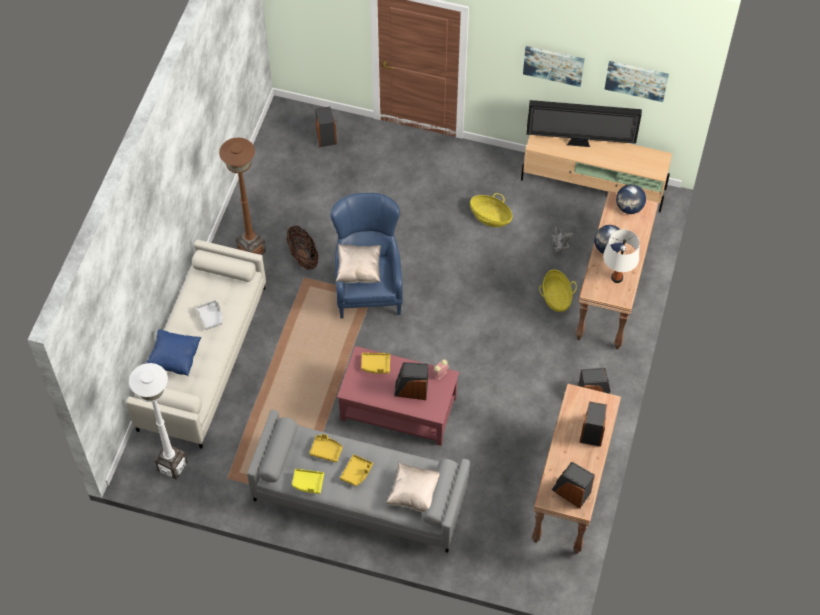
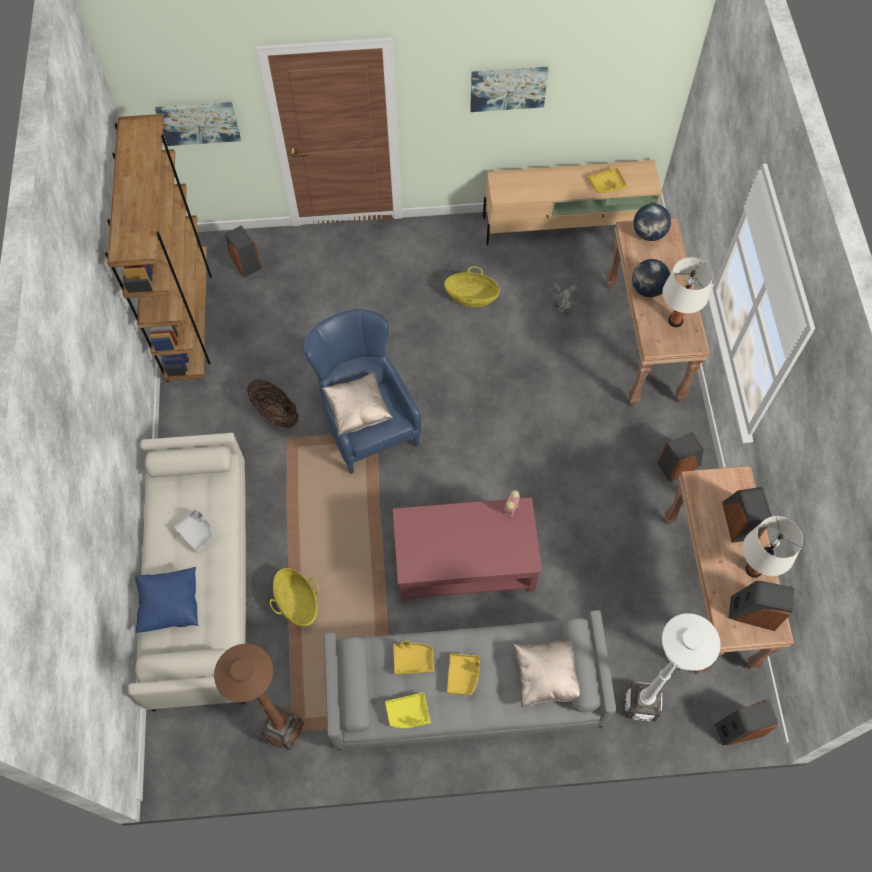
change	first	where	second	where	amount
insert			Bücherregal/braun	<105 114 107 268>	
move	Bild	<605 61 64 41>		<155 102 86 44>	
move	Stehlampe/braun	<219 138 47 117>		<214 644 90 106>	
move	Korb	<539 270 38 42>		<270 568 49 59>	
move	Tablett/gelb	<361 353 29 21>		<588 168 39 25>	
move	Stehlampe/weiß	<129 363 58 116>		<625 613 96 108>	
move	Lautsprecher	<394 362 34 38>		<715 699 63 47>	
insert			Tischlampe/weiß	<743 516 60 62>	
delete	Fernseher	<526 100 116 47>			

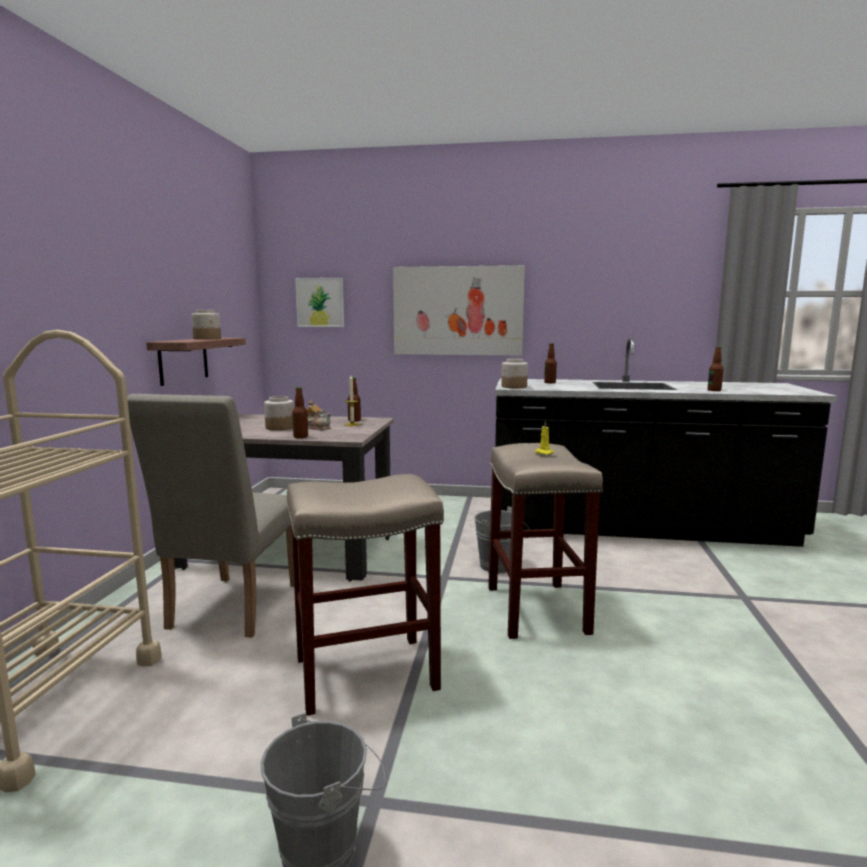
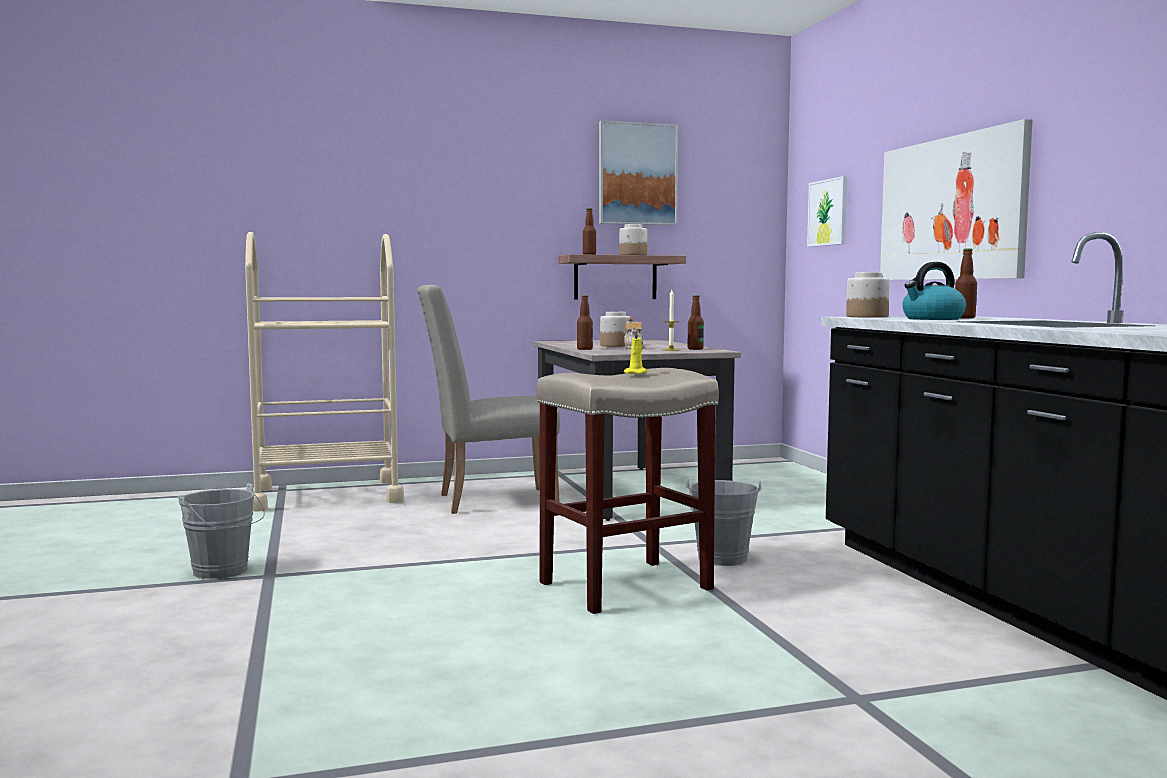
change	first	where	second	where	amount
move	Flasche	<708 346 15 45>		<583 208 13 47>	
insert			Bild	<599 121 79 104>	
insert			Wasserkessel	<902 262 64 58>	
delete	Hocker/beige	<287 474 157 242>			

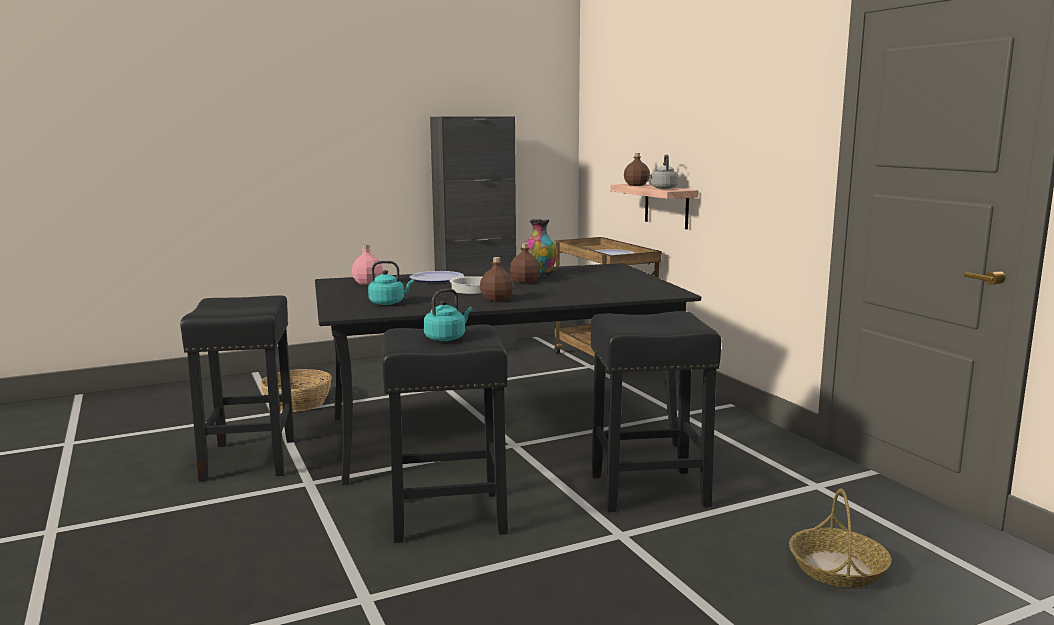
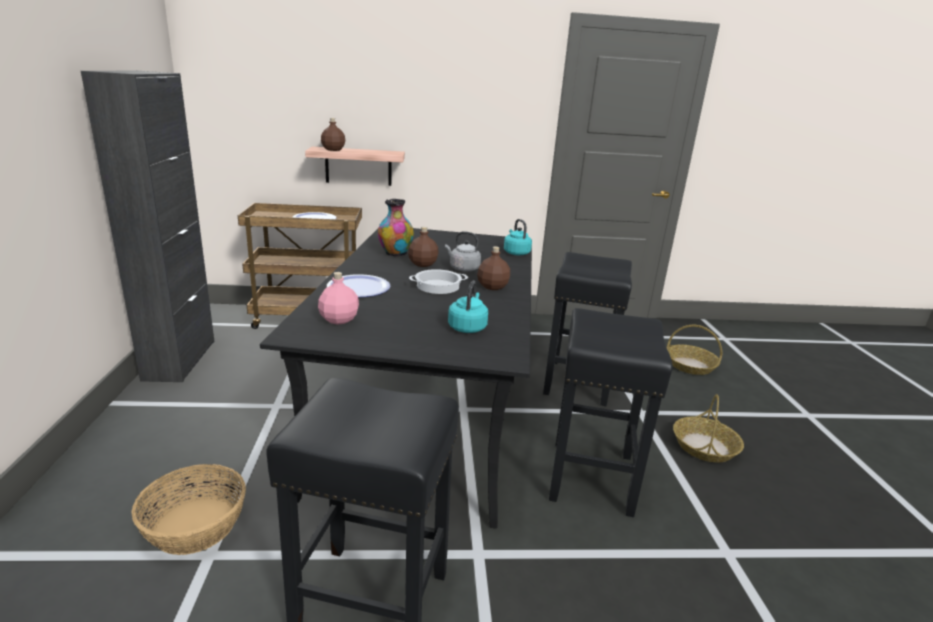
change	first	where	second	where	amount
move	Wasserkessel/grau	<651 155 27 34>		<445 231 36 41>	
move	Wasserkessel/türkis	<424 289 48 52>		<504 219 28 36>	
insert			Korb	<673 394 71 68>	

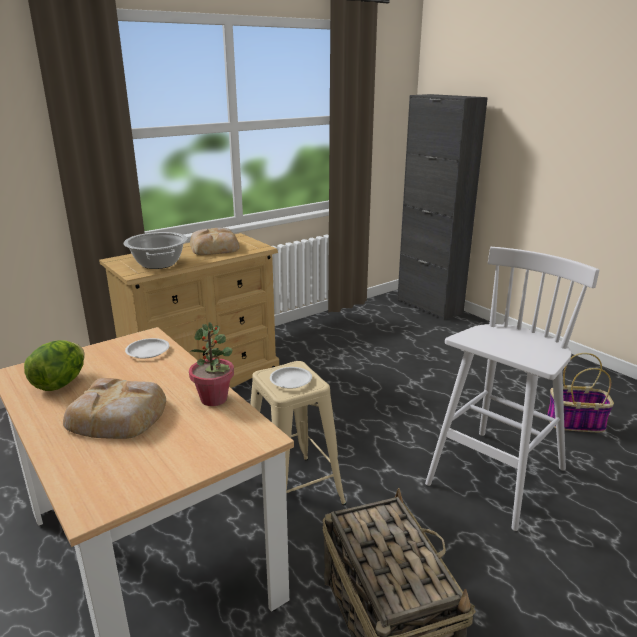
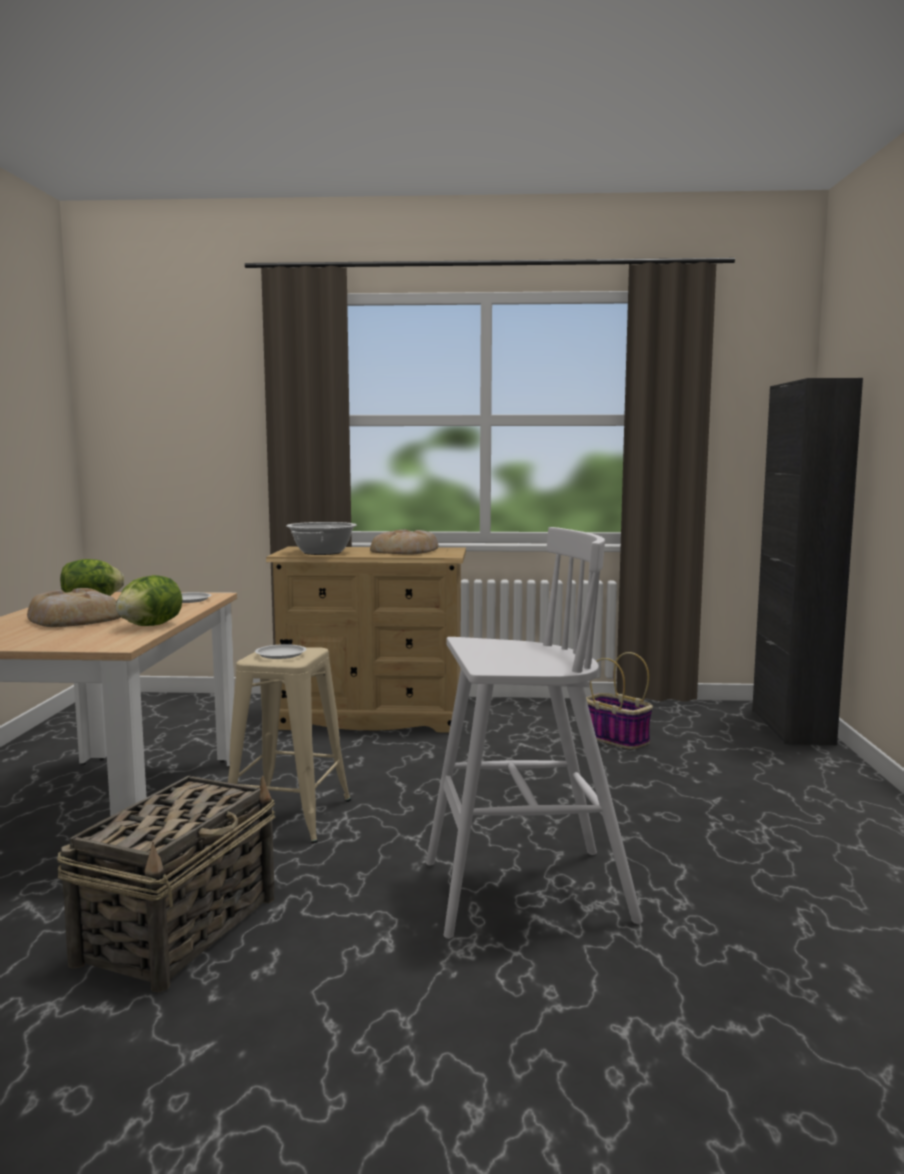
change	first	where	second	where	amount
replace	Topfpflanze	<189 322 45 84>	Salatkopf	<116 575 66 51>	
move	Korb	<547 353 67 79>		<586 652 67 97>	

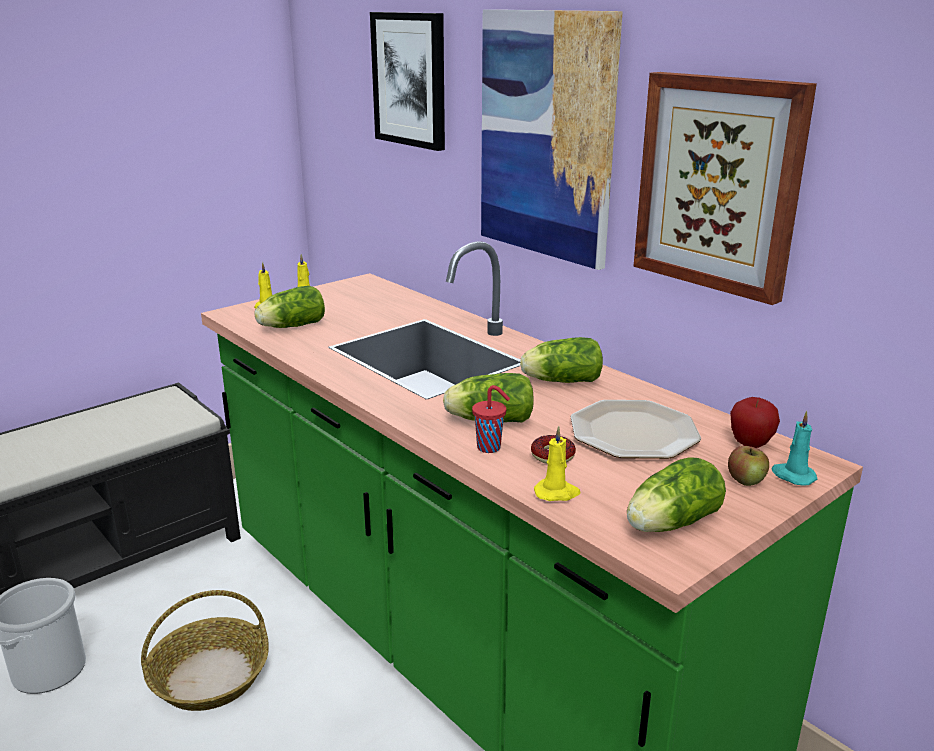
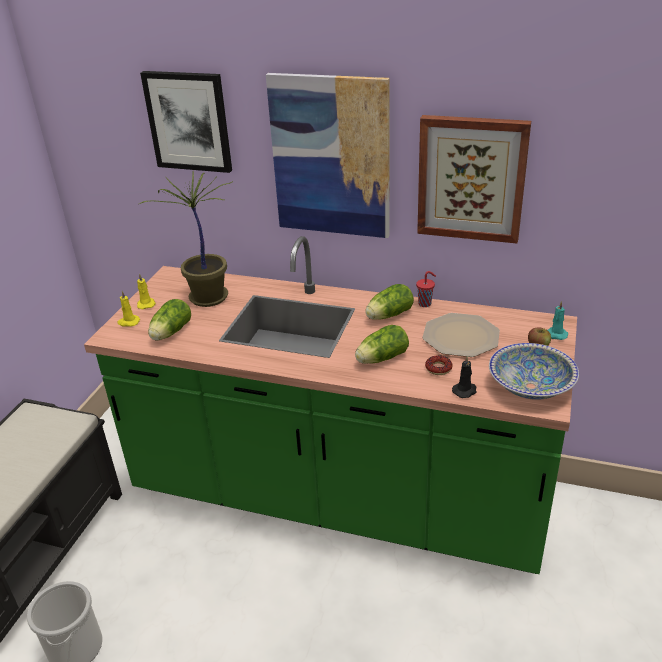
change	first	where	second	where	amount
insert			Topfpflanze	<139 171 94 136>	
move	Tasse/rot	<472 385 38 68>		<416 271 20 36>	
recolor	Kerze/gelb	<534 426 46 75>	Kerze/schwarz	<452 356 25 42>	
replace	Salatkopf	<627 457 99 75>	Schüssel	<489 343 90 57>	
delete	Korb	<141 590 128 121>			
delete	Apfel	<730 397 50 51>			

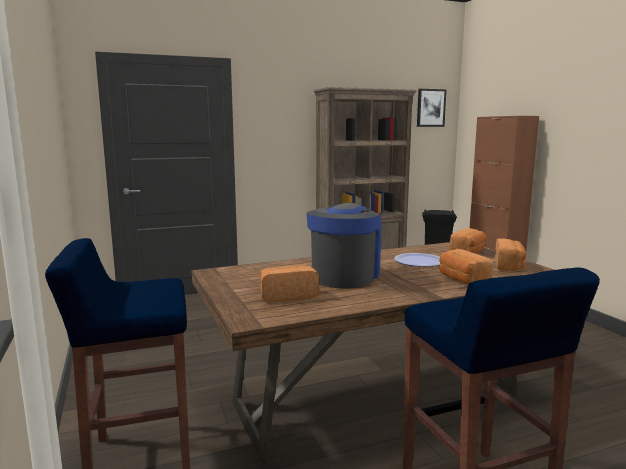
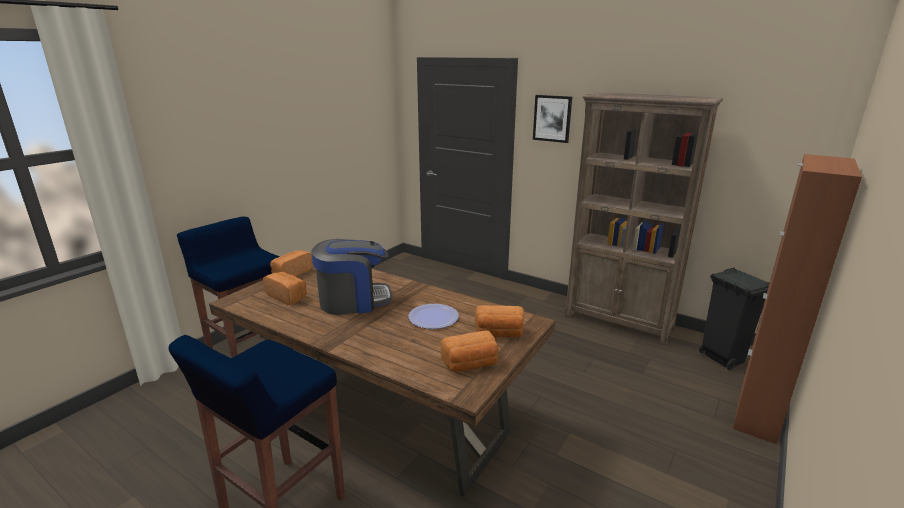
change	first	where	second	where	amount
move	Brot	<439 249 54 36>		<270 250 43 26>	
move	Bild	<417 89 30 38>		<533 95 39 48>	

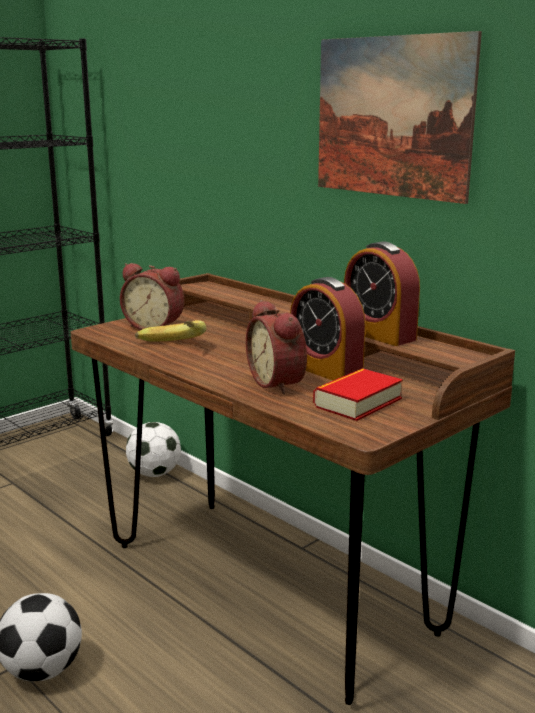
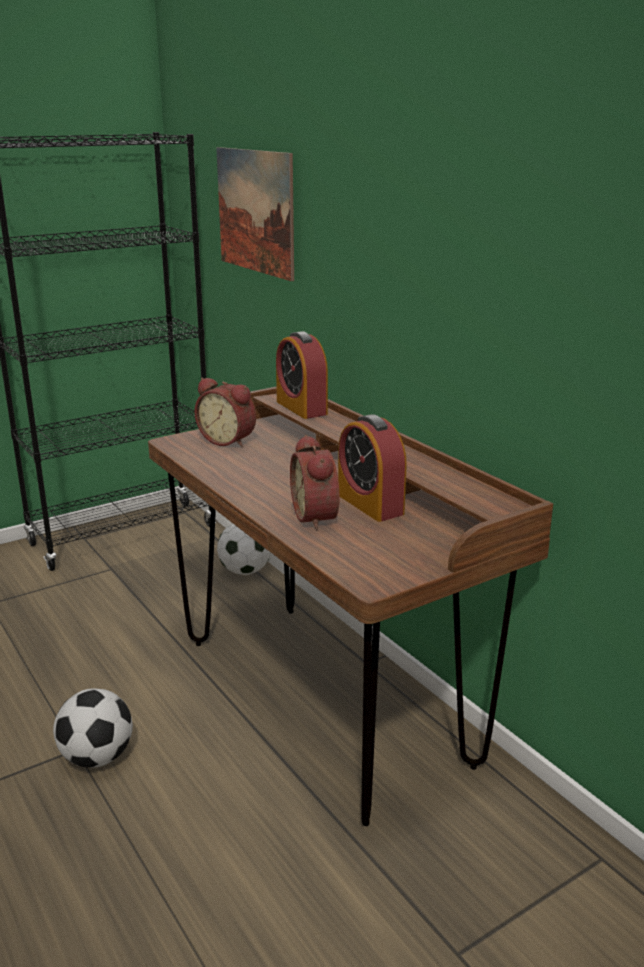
change	first	where	second	where	amount
move	Bild	<318 31 164 173>		<216 147 78 134>	
move	Wecker	<344 241 76 105>		<276 331 52 88>	
delete	Banane	<135 320 71 21>			
delete	Buch	<313 368 90 53>			

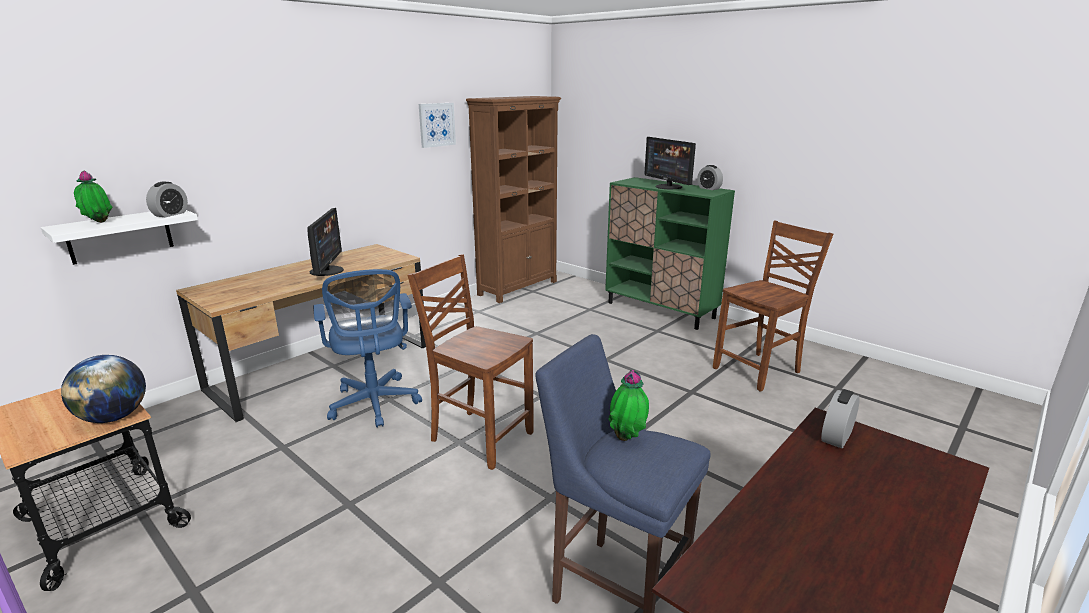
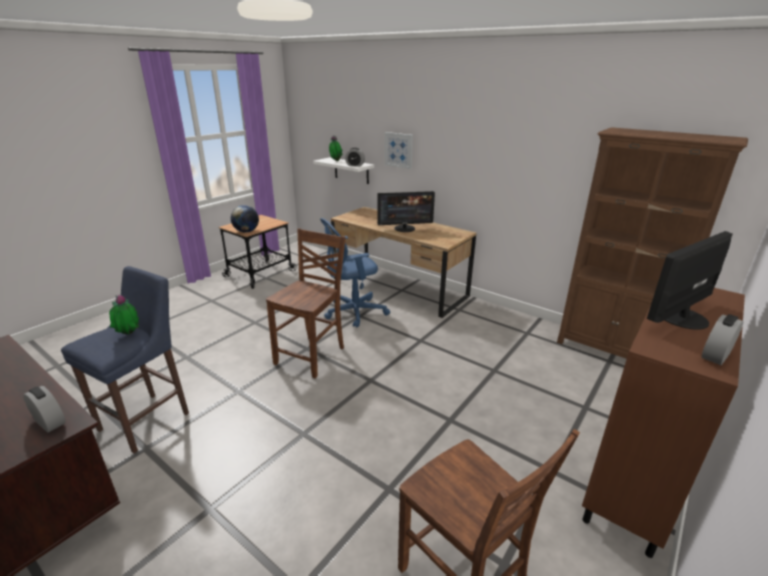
change	first	where	second	where	amount
move	Bild	<419 103 37 45>		<384 132 29 37>	
recolor	Schrank/grün	<605 177 130 153>	Schrank/braun	<582 288 163 270>	

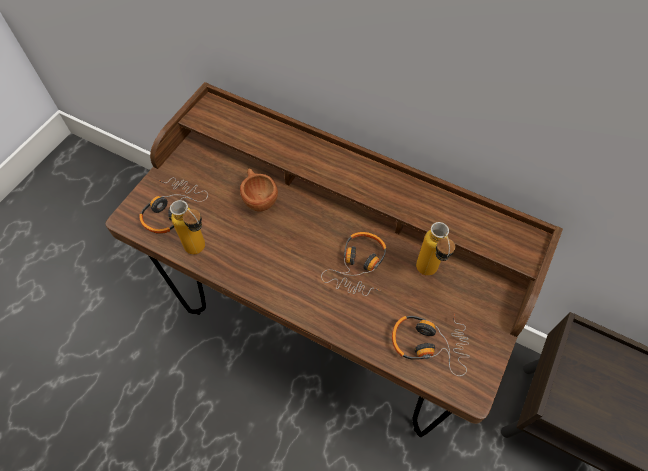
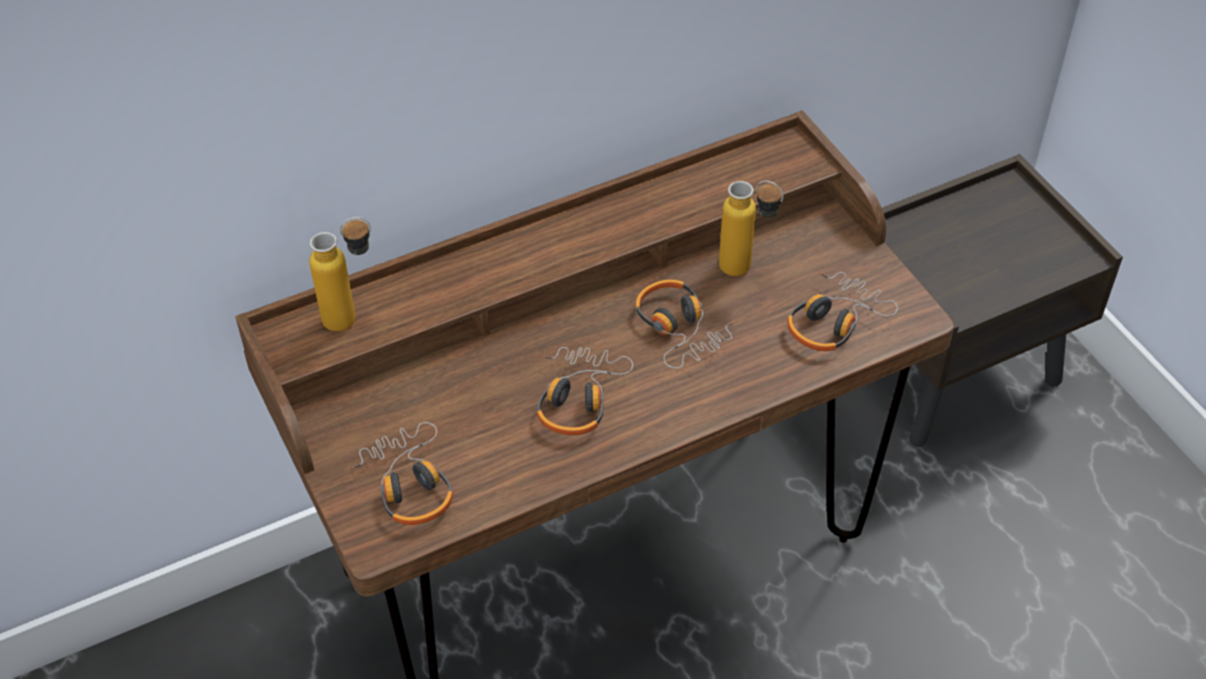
change	first	where	second	where	amount
move	Flasche	<170 200 35 55>		<309 217 62 115>	
insert			Kopfhörer	<537 347 96 88>	
delete	Tasse/braun	<240 168 38 44>			

